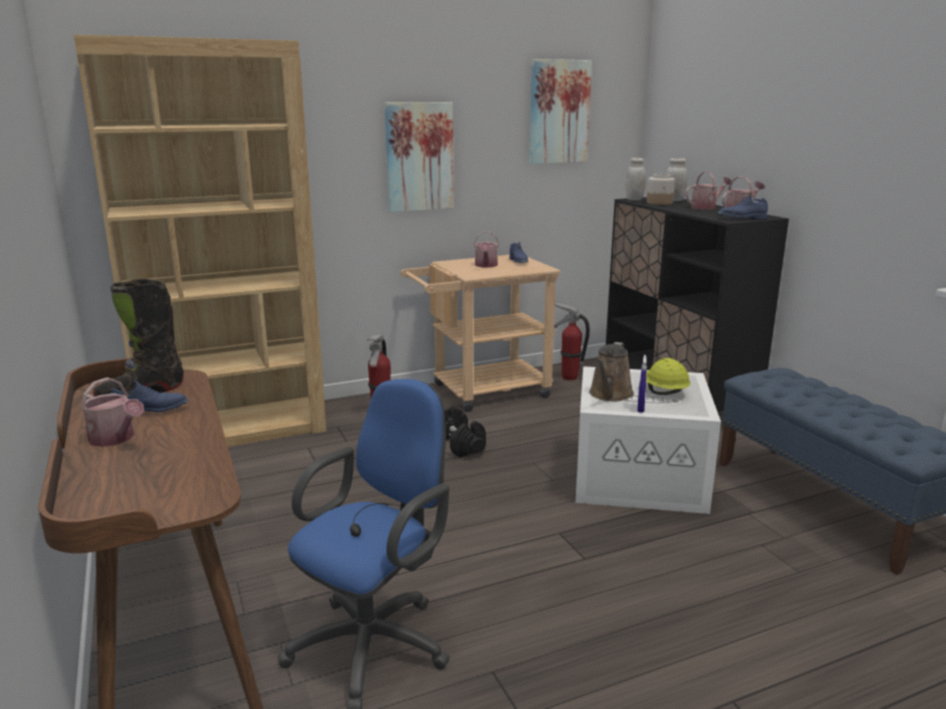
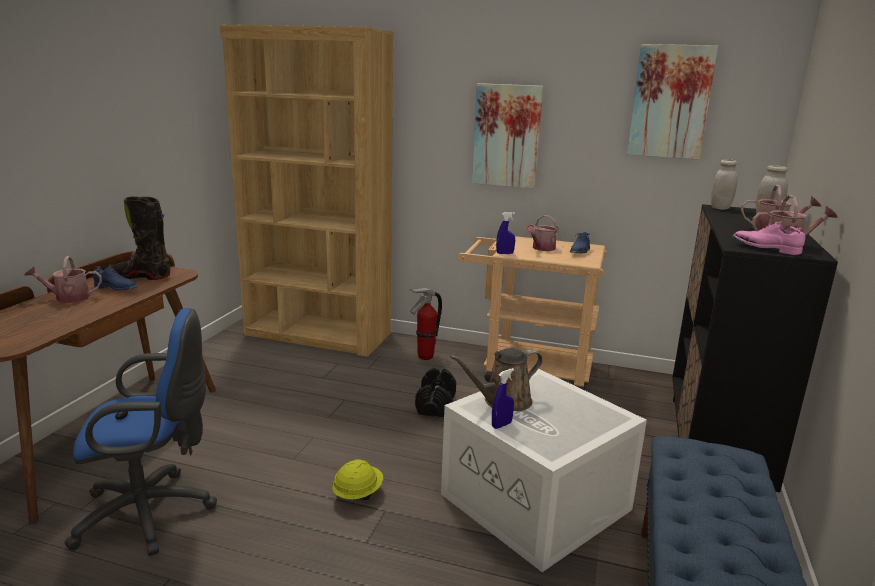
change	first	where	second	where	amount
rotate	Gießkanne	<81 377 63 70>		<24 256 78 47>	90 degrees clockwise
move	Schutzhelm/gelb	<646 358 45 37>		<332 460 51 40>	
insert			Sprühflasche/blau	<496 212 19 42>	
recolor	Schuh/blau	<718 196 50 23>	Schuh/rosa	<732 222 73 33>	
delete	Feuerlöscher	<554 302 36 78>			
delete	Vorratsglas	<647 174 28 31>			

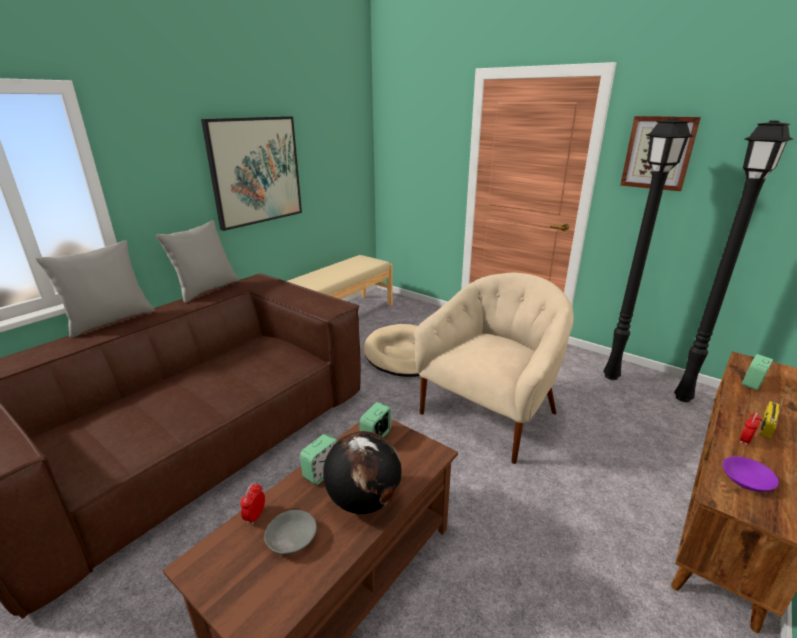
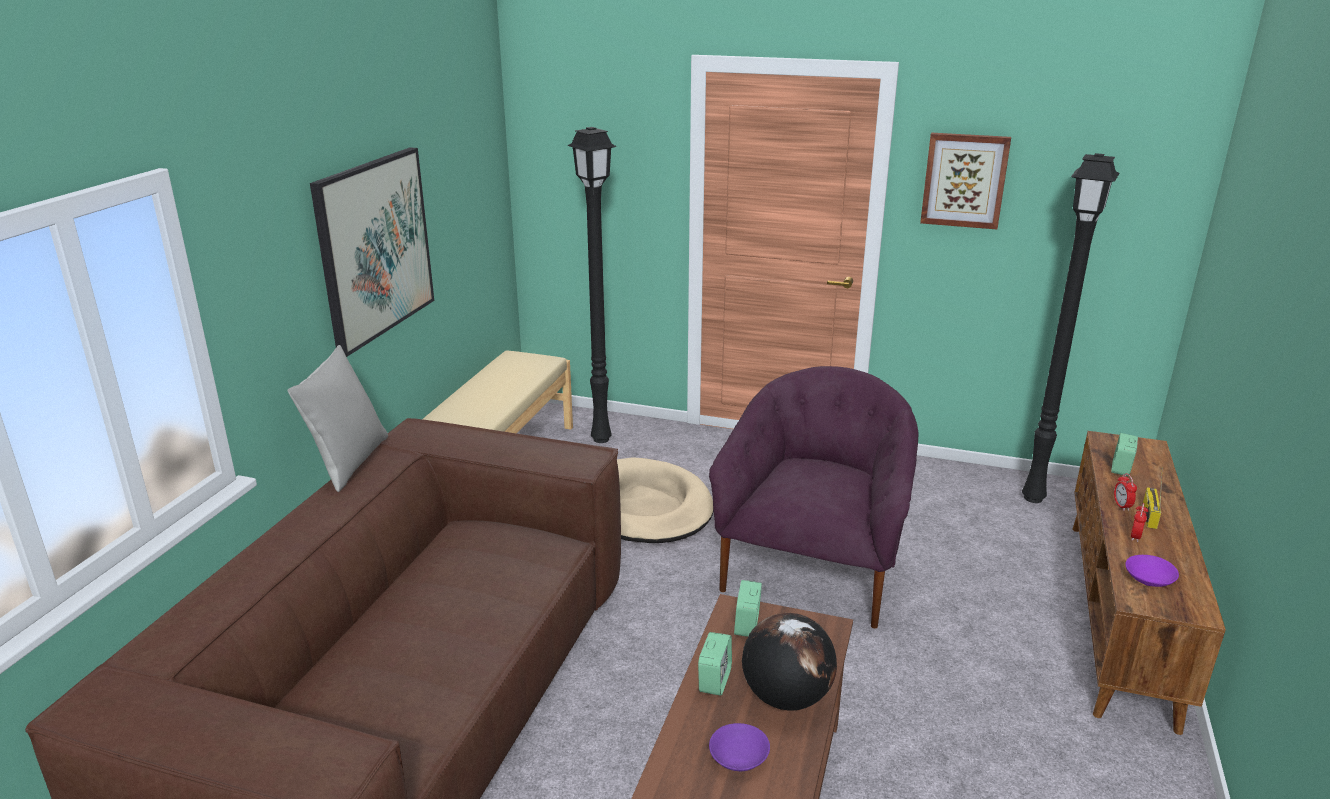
change	first	where	second	where	amount
move	Stehlampe/schwarz	<603 119 91 261>		<567 127 50 316>	
recolor	Sessel/beige	<414 273 160 191>	Sessel/lila	<709 366 210 262>	
recolor	Schüssel/grau	<264 510 53 44>	Schüssel/lila	<709 723 61 48>	
move	Wecker	<240 483 25 42>		<1114 473 23 38>	
delete	Kissen/grau	<35 240 120 98>			

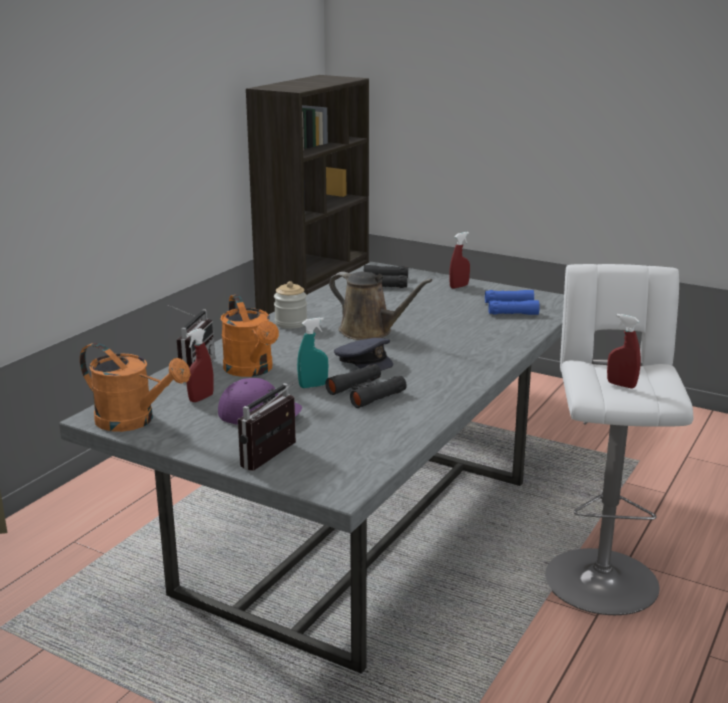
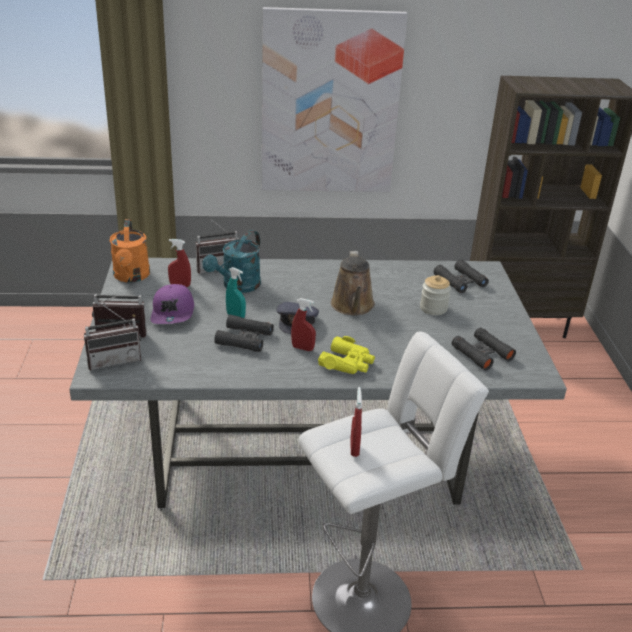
change	first	where	second	where	amount
insert			Radio	<84 303 57 68>	
recolor	Gießkanne/orange	<220 294 59 83>	Gießkanne/türkis	<202 230 59 63>	
insert			Bild	<262 7 146 185>	
move	Sprühflasche/rot	<449 232 21 57>		<291 298 25 53>	
insert			Fernglas/gelb	<318 336 57 38>	
move	Vorratsglas	<274 281 33 48>		<420 275 31 40>	
recolor	Fernglas/blau	<485 290 54 25>	Fernglas/schwarz	<452 327 64 44>	

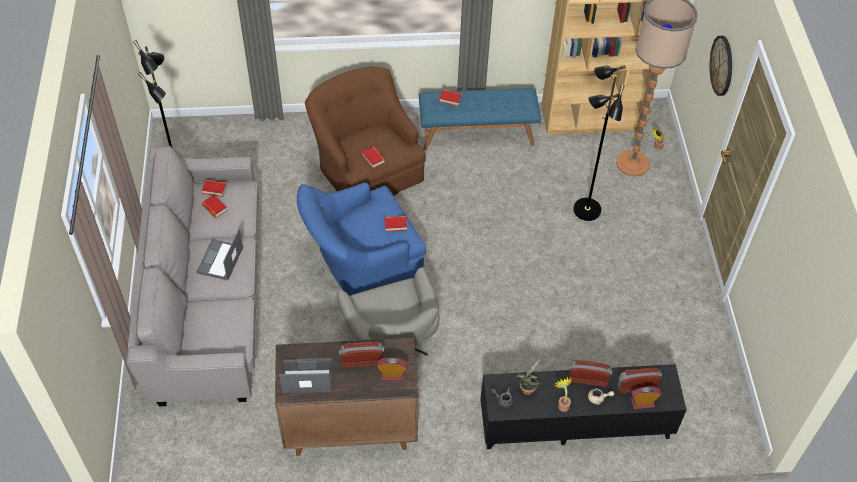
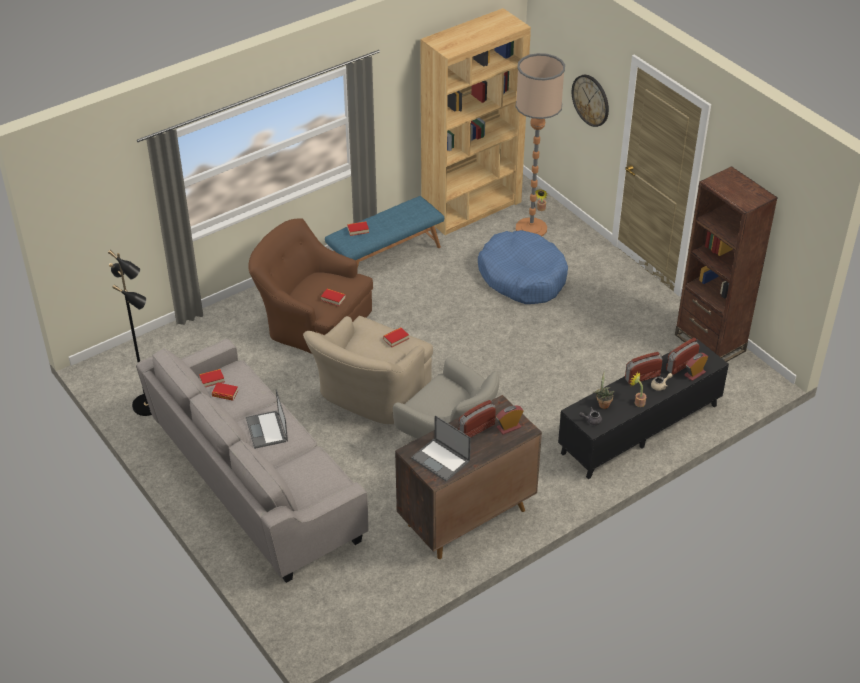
change	first	where	second	where	amount
recolor	Sessel/blau	<297 182 129 114>	Sessel/beige	<303 316 130 108>	
rotate	Laptop	<279 358 53 35>		<411 415 60 67>	105 degrees counterclockwise
replace	Stehlampe/schwarz	<573 65 53 156>	Hundebett/blau	<478 230 90 74>	
insert			Bücherregal/braun	<675 166 103 196>	

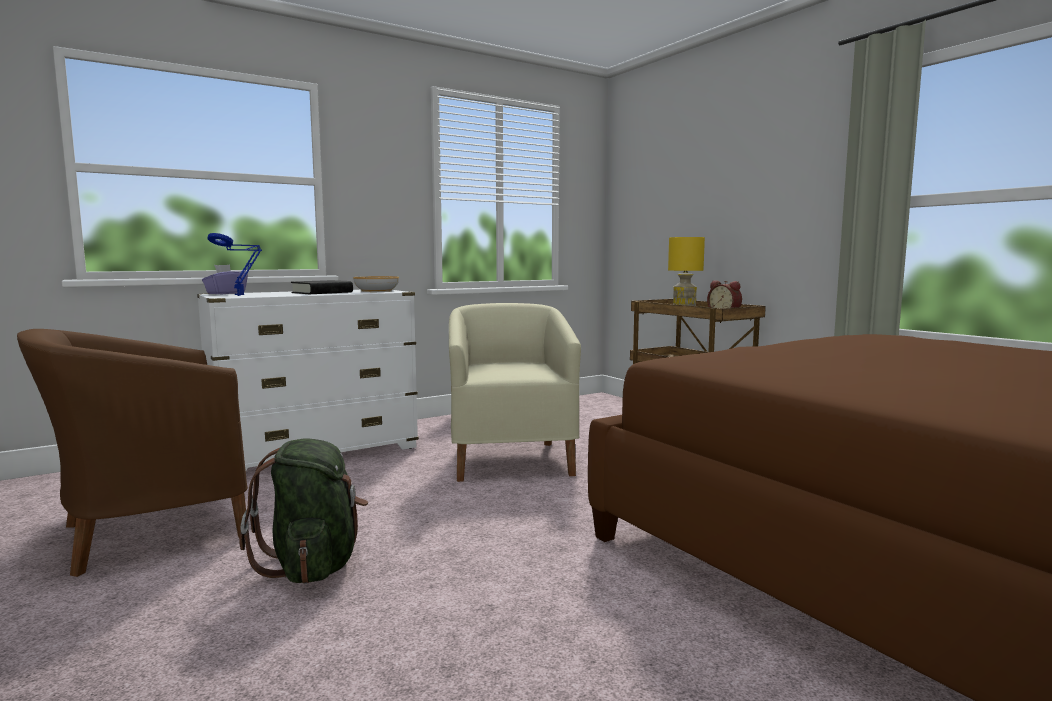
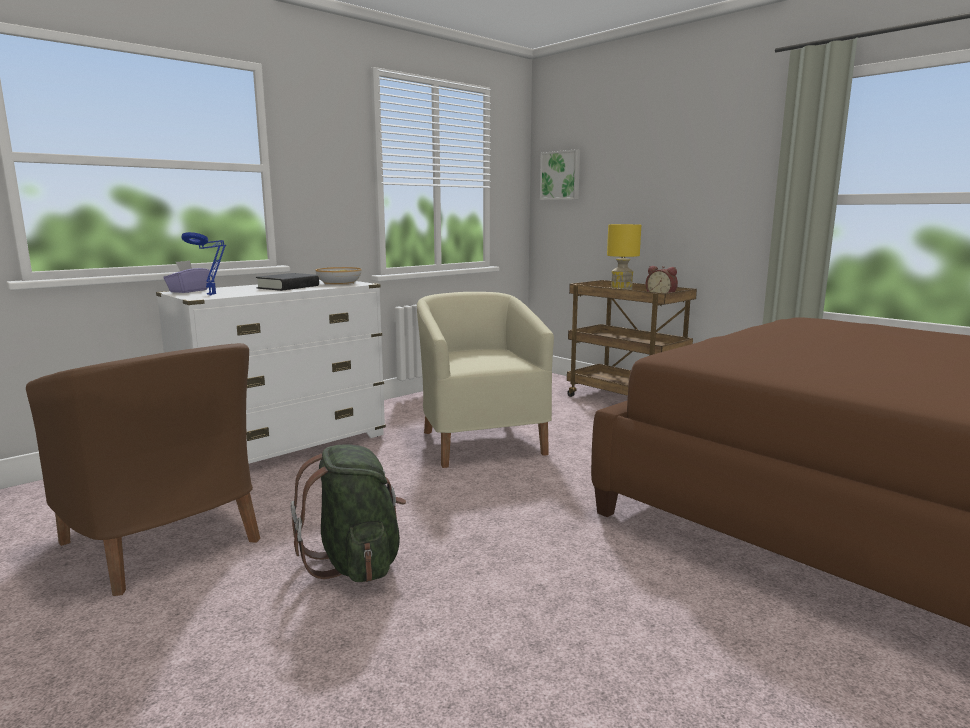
change	first	where	second	where	amount
rotate	Sessel/braun	<17 329 231 248>		<26 343 234 253>	90 degrees counterclockwise
insert			Bild	<540 149 40 51>	

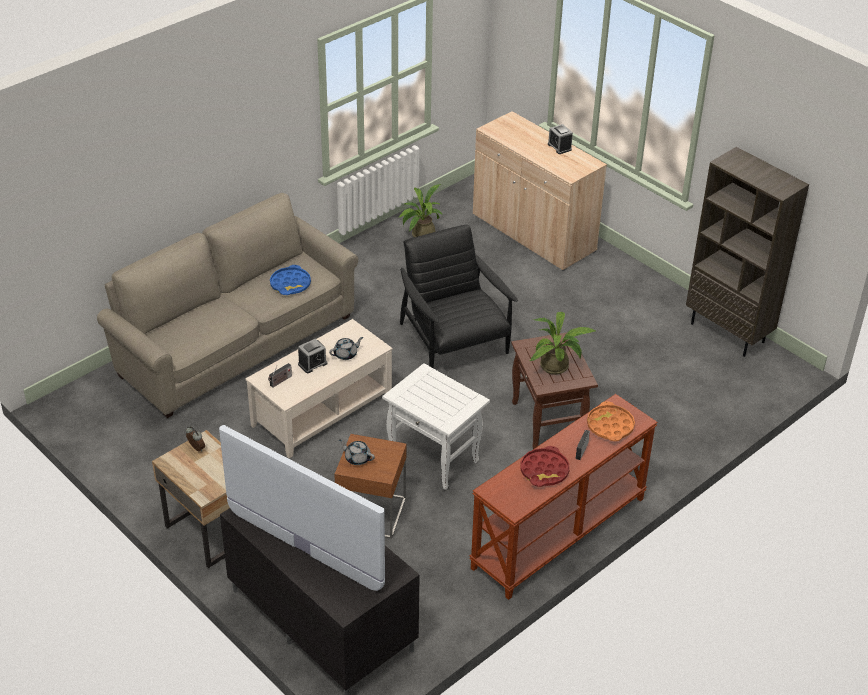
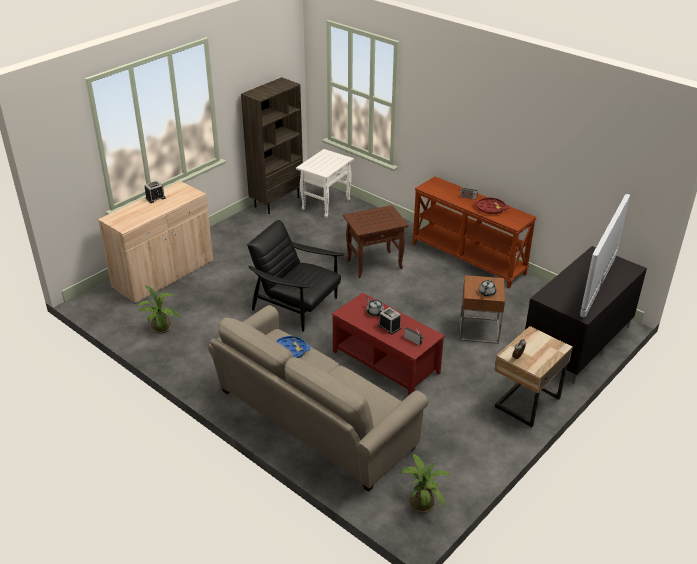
change	first	where	second	where	amount
rotate	Sessel/schwarz	<400 225 118 143>		<247 220 97 112>	60 degrees clockwise
move	Beistelltisch/weiß	<382 363 108 127>		<296 149 58 69>	
recolor	Couchtisch/beige	<245 319 148 139>	Couchtisch/rot	<332 293 113 103>	
move	Topfpflanze	<529 312 68 63>		<400 453 52 60>	
delete	Tablett/orange	<587 401 48 40>			

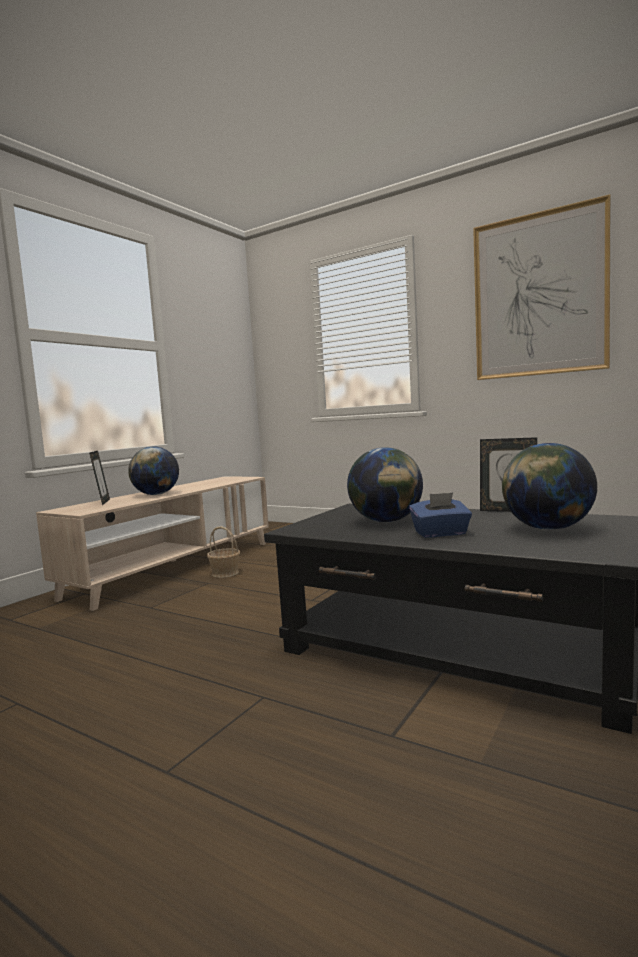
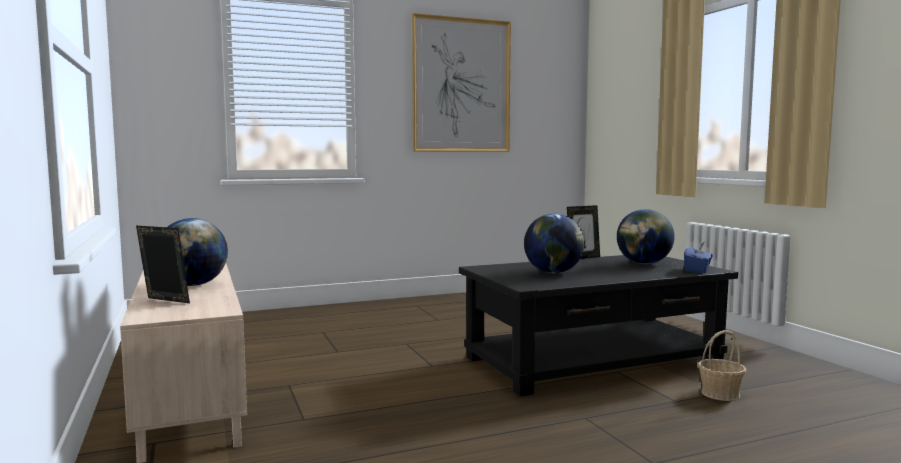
change	first	where	second	where	amount
move	Taschentuchbox/blau	<409 492 63 46>		<684 242 29 31>	
move	Korb	<207 526 33 52>		<698 330 49 71>	

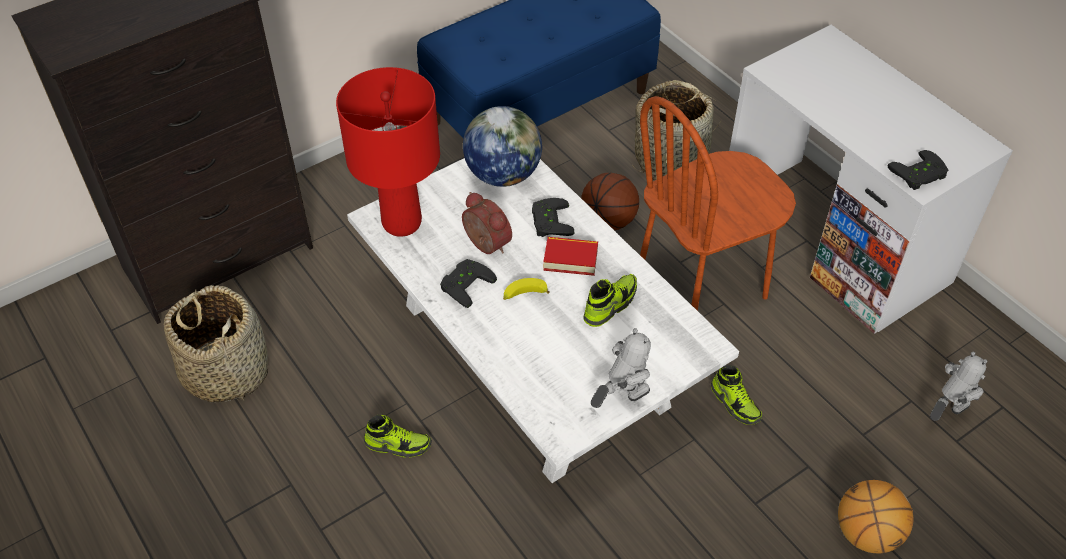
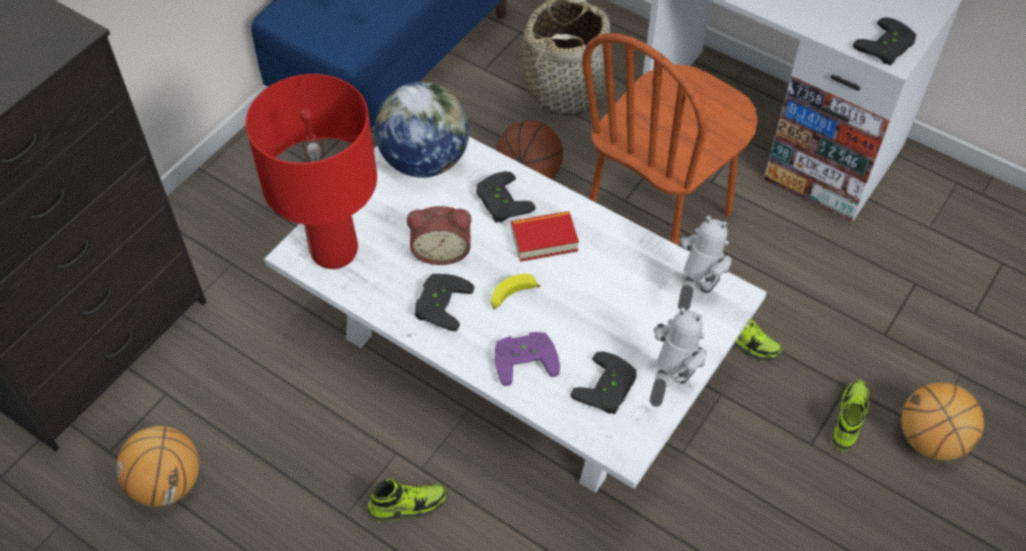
change	first	where	second	where	amount
replace	Korb	<164 285 104 118>	Basketball	<116 426 83 80>	
rotate	Wecker	<462 192 50 62>		<407 206 64 59>	150 degrees clockwise
insert			Gamepad/lila	<495 332 65 54>	
insert			Gamepad/schwarz	<570 351 67 63>	
move	Spielzeugroboter	<930 351 57 70>		<678 215 54 95>	
move	Schuh	<583 274 54 53>		<832 380 38 71>	

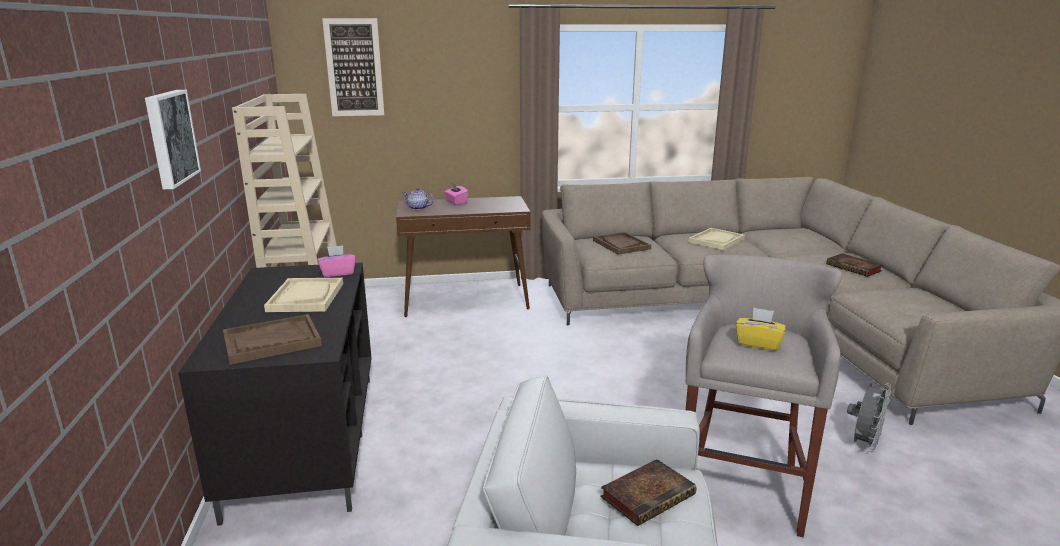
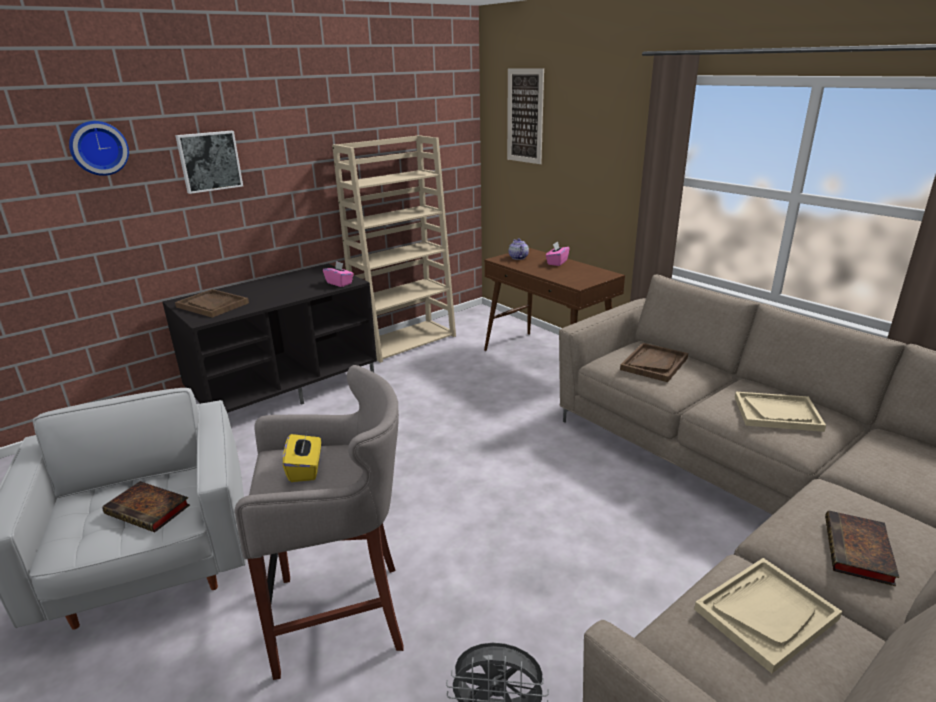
change	first	where	second	where	amount
insert			Wanduhr	<69 121 60 55>	
move	Tablett/beige	<264 278 79 34>		<694 558 148 115>	

